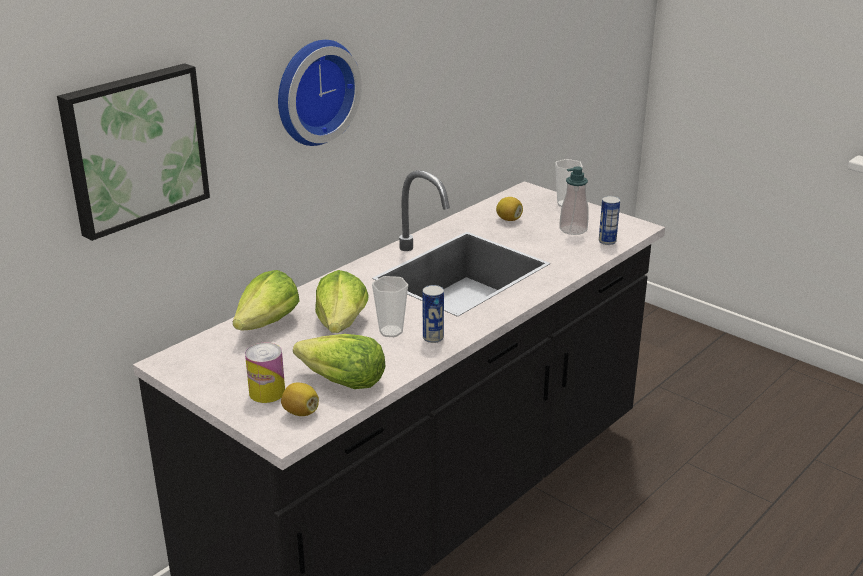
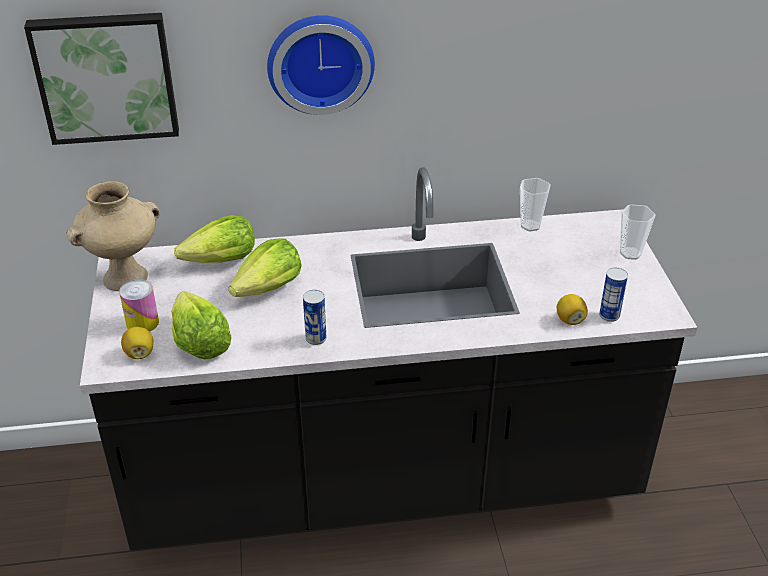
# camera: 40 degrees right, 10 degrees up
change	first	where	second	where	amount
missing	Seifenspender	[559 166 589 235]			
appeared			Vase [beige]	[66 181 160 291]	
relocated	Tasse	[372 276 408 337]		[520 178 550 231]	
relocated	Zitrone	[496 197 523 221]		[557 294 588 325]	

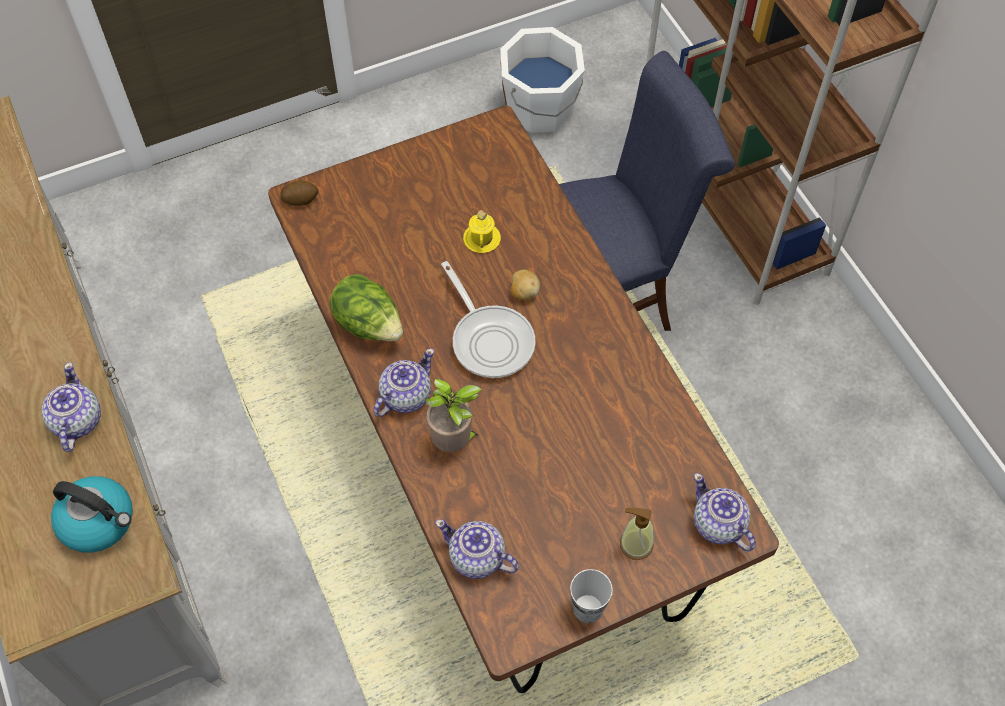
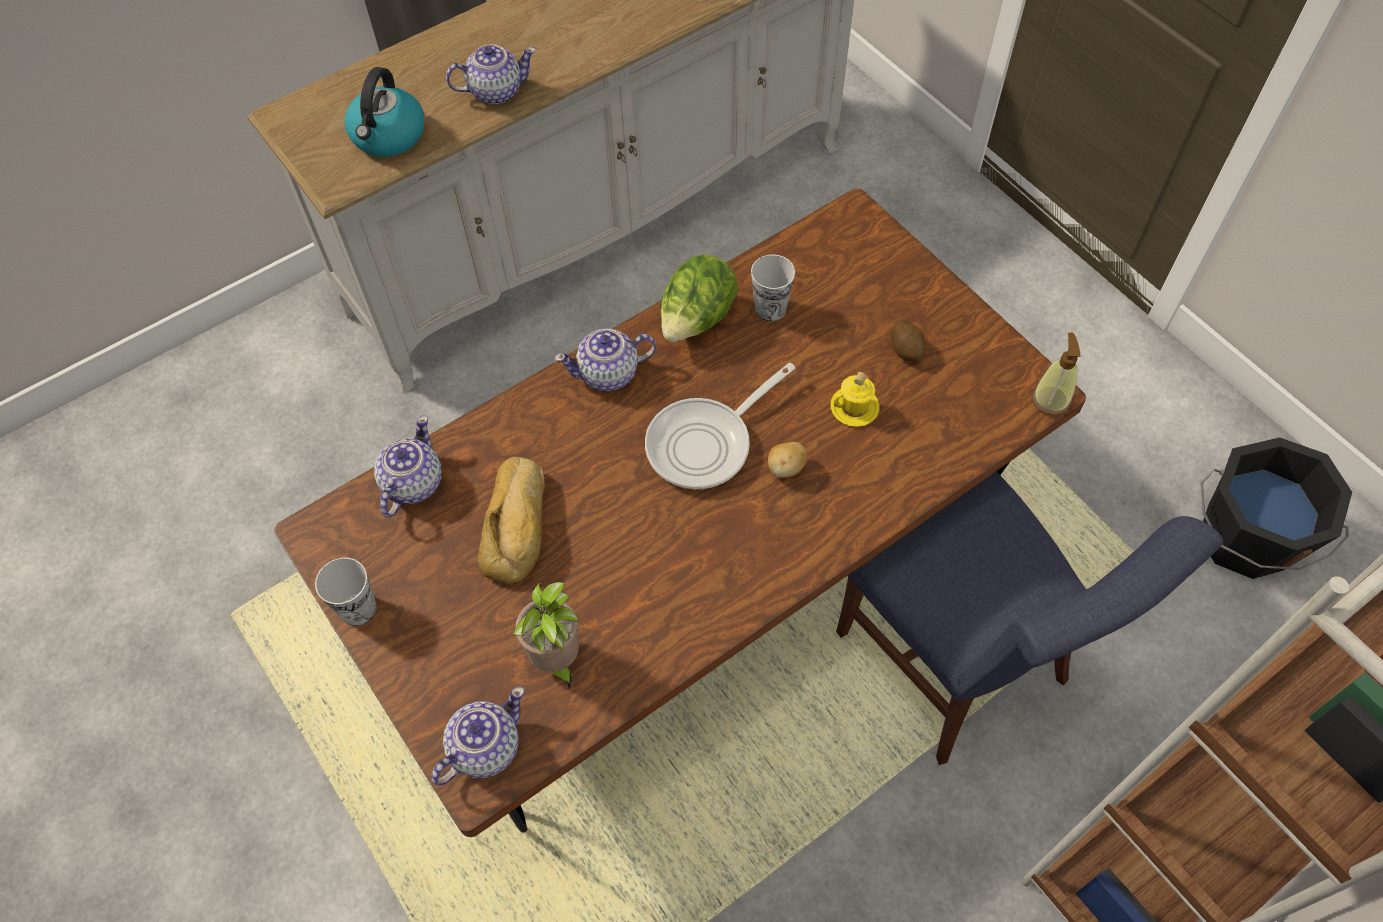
# camera: 80 degrees right, 0 degrees up
change	first	where	second	where	amount
appeared			Brot	[478 457 545 584]	
appeared			Tasse	[751 254 795 321]	
relocated	Kartoffel	[280 180 319 206]		[891 320 926 362]	
relocated	Topfpflanze	[426 378 482 452]		[512 582 580 690]	
relocated	Seifenspender	[620 508 654 560]		[1032 332 1081 416]	
colour	Eimer [weiß]	[500 27 585 133]	Eimer [schwarz]	[1200 437 1352 579]	
spun	Teekanne	[373 348 434 417]		[554 328 657 392]	135 degrees clockwise

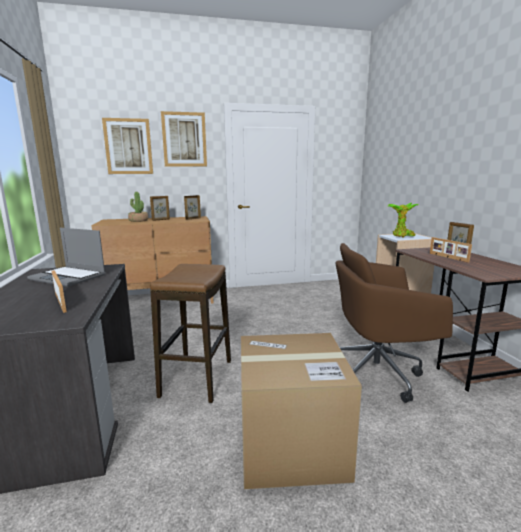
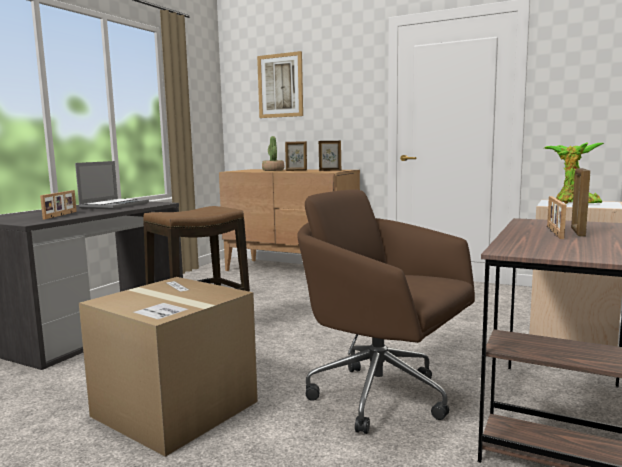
# camera: 40 degrees right, 5 degrees down
change	first	where	second	where	amount
missing	Bild	[161 111 207 166]			
spun	Laptop	[27 228 105 287]		[75 161 149 209]	135 degrees counterclockwise

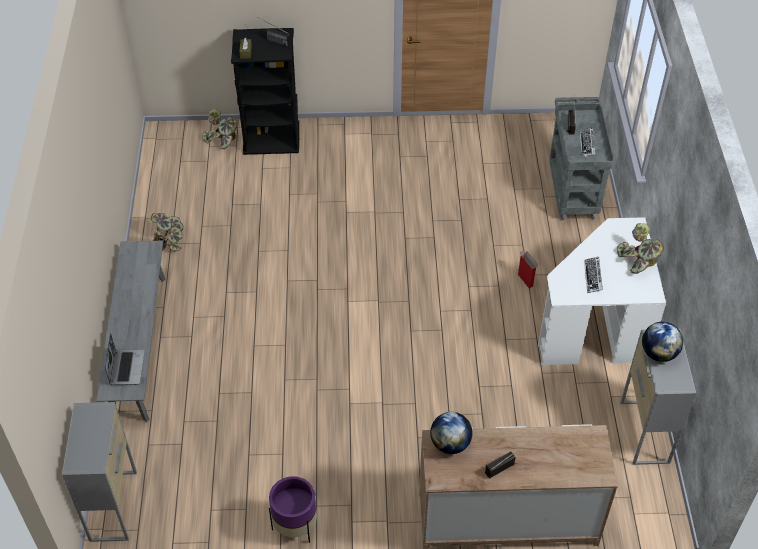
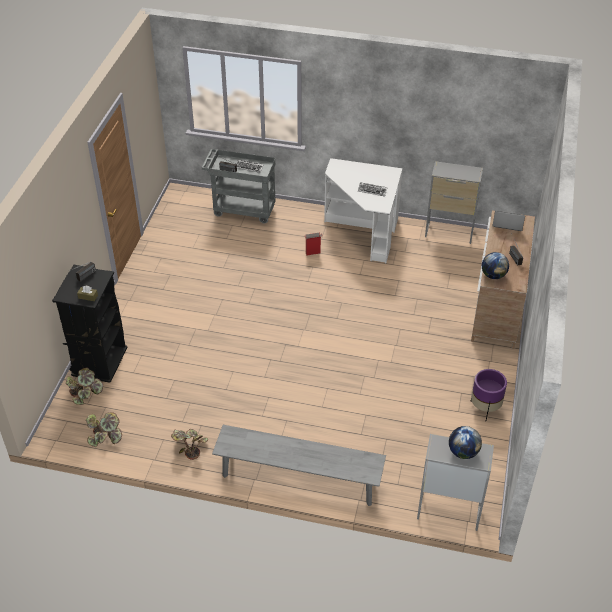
# camera: 75 degrees left, 5 degrees down
change	first	where	second	where	amount
relocated	Laptop	[104 333 145 385]		[492 211 525 231]	
relocated	Topfpflanze	[617 223 664 274]		[86 413 122 447]	
relocated	Globus	[642 322 683 362]		[449 426 482 459]	

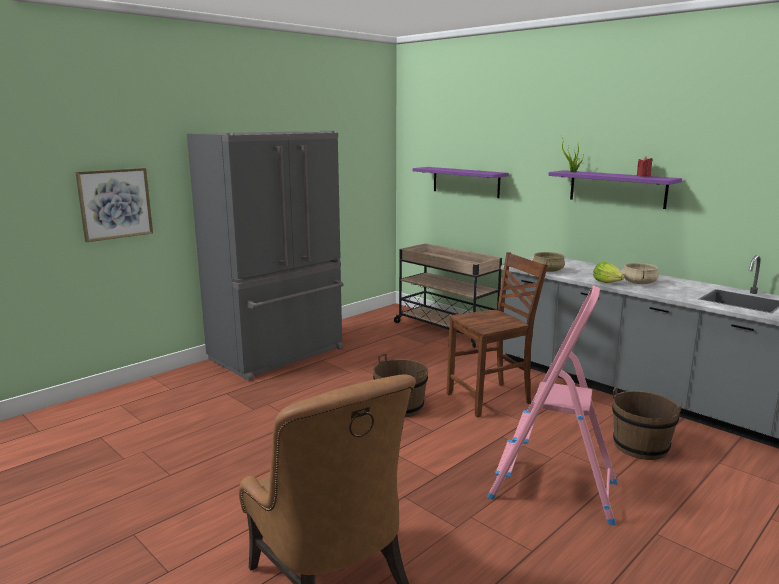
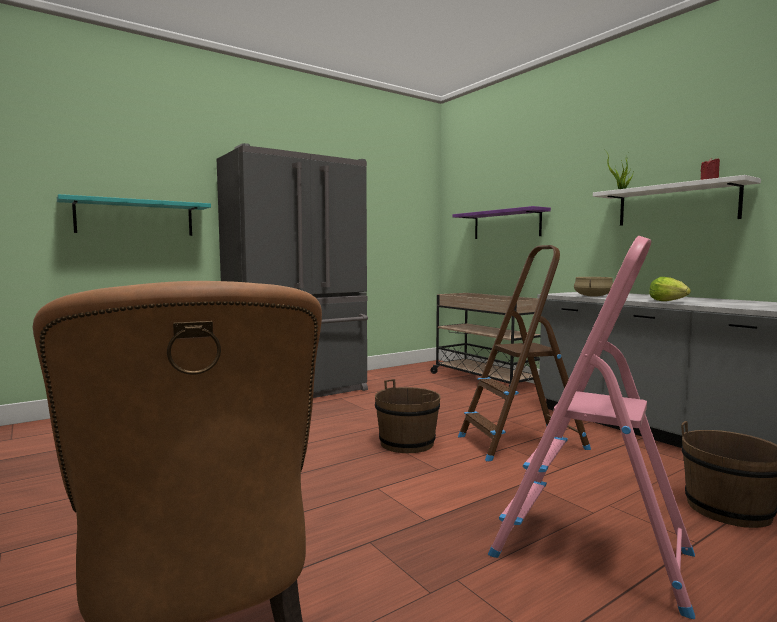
# camera: 10 degrees right, 10 degrees down
change	first	where	second	where	amount
missing	Kochtopf [beige]	[622 263 659 284]			
exchanged	Bild	[75 168 153 242]	Wandregal [türkis]	[57 194 211 236]	
exchanged	Stuhl [braun]	[446 252 548 418]	Trittleiter [braun]	[458 245 591 461]	
colour	Wandregal [lila]	[549 170 682 209]	Wandregal [weiß]	[593 175 761 226]	

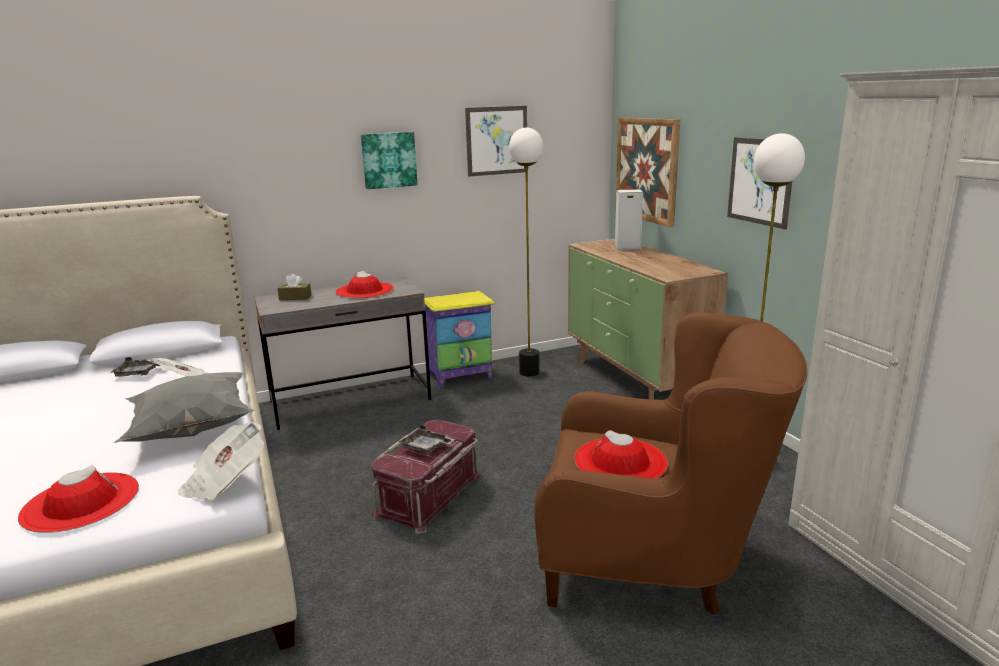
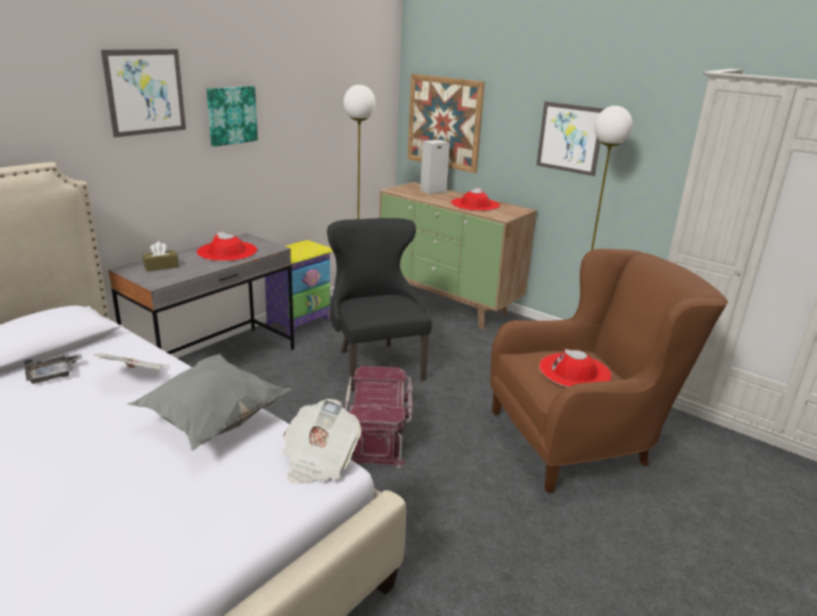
# camera: 30 degrees left, 5 degrees up
change	first	where	second	where	amount
missing	Tablett [grau]	[399 425 455 454]			
appeared			Stuhl [schwarz]	[327 218 432 392]	
relocated	Hut [rot]	[18 465 139 533]		[451 188 500 211]	
relocated	Bild	[465 106 527 177]		[101 49 186 137]	

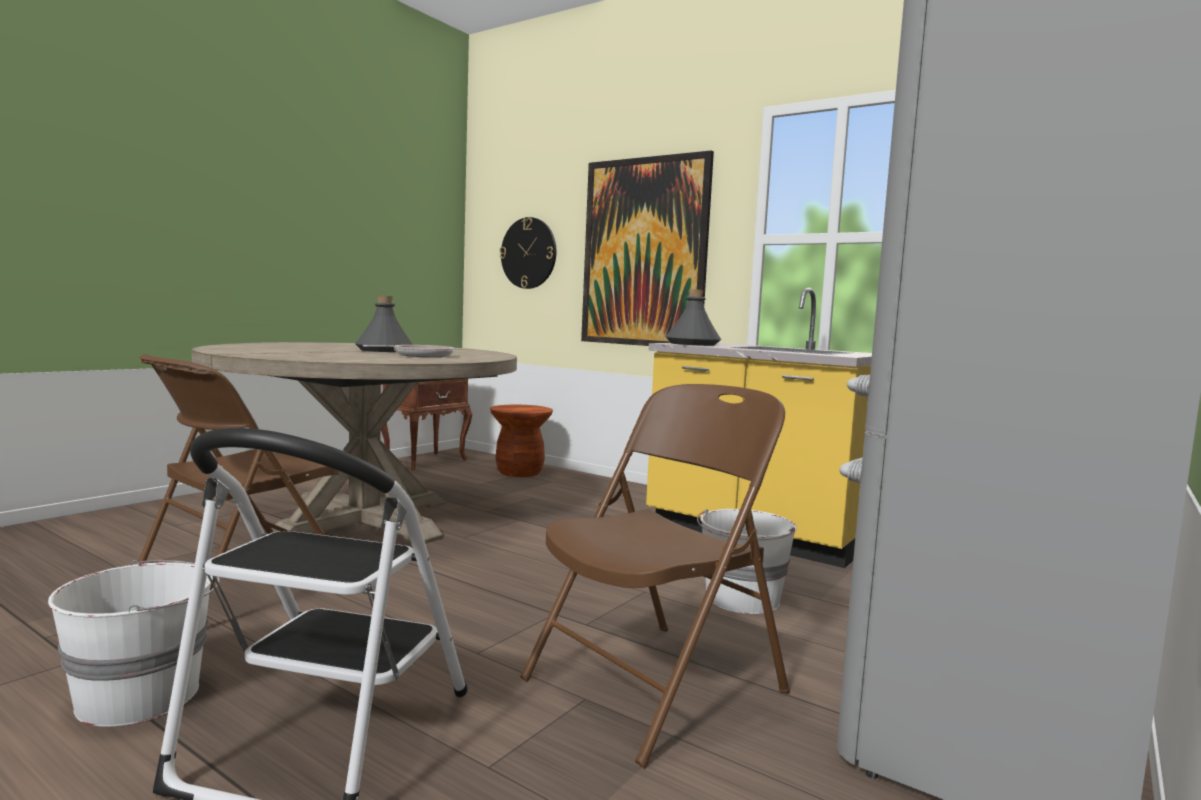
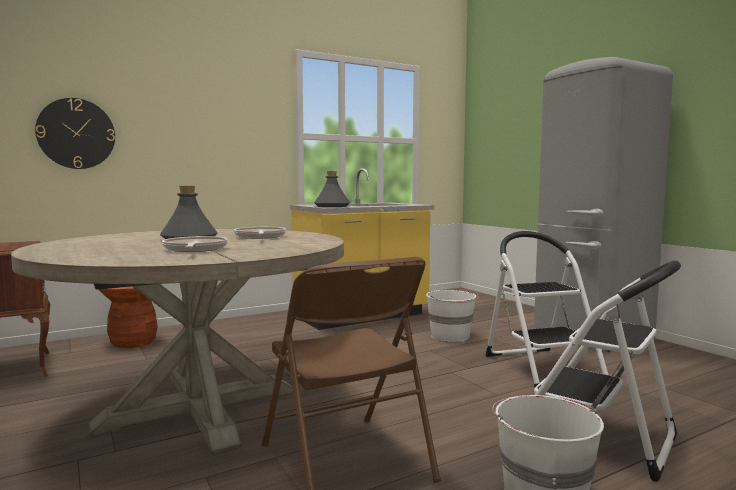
# camera: 65 degrees left, 0 degrees up
change	first	where	second	where	amount
missing	Bild	[581 150 714 346]			
appeared			Pfanne	[162 236 228 252]	
exchanged	Stuhl [braun]	[520 384 790 769]	Trittleiter	[486 231 609 388]	

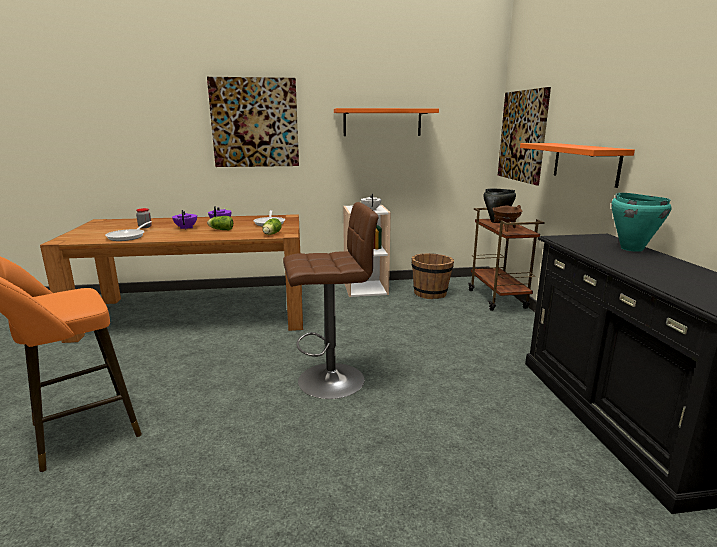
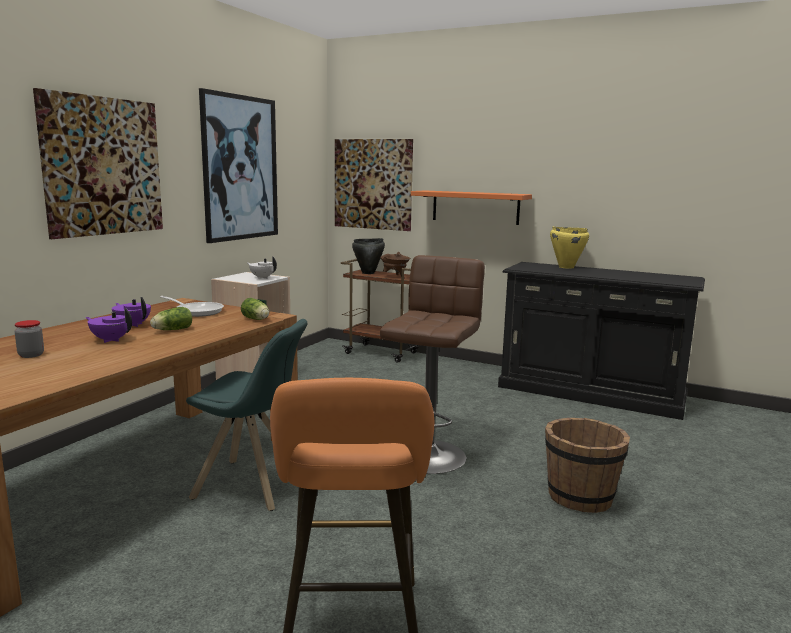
# camera: 55 degrees left, 5 degrees down
change	first	where	second	where	amount
missing	Pfanne	[105 221 152 241]			
appeared			Stuhl [türkis]	[186 319 307 511]	
relocated	Eimer [braun]	[412 253 454 299]		[545 418 630 513]	
exchanged	Wandregal [orange]	[334 108 439 136]	Bild	[199 88 278 243]	
colour	Kochtopf [türkis]	[611 193 672 252]	Kochtopf [gelb]	[550 227 589 269]	

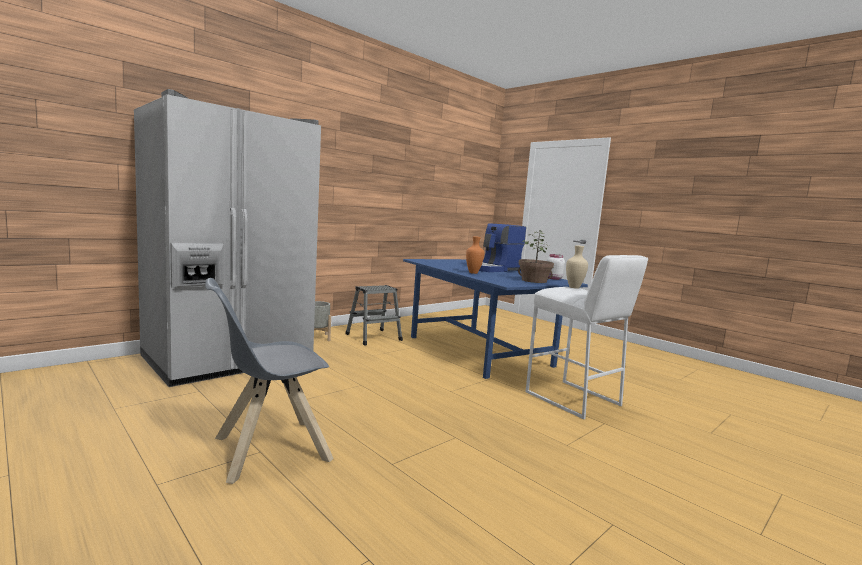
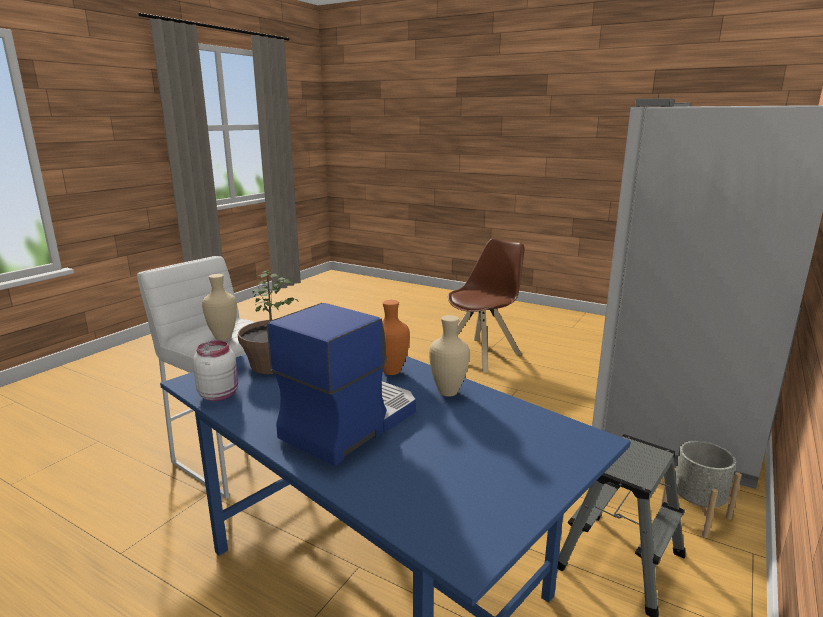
# camera: 165 degrees right, 10 degrees up
change	first	where	second	where	amount
appeared			Vase [beige]	[429 315 469 397]	
colour	Stuhl [grau]	[205 278 334 484]	Stuhl [braun]	[448 238 525 373]	

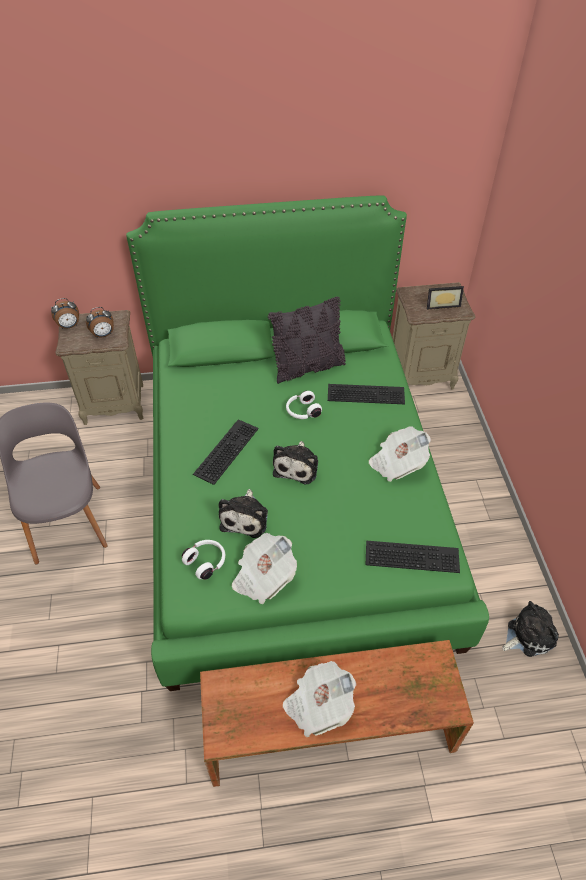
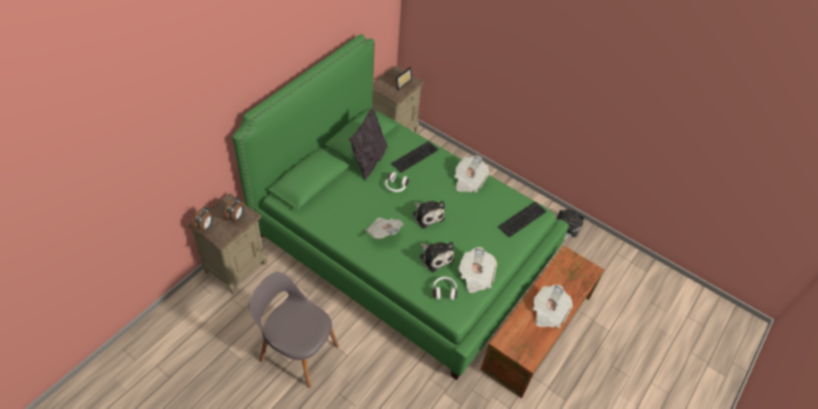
# camera: 50 degrees left, 0 degrees up
change	first	where	second	where	amount
exchanged	Tastatur	[193 419 259 485]	Zeitung	[366 218 404 239]	

